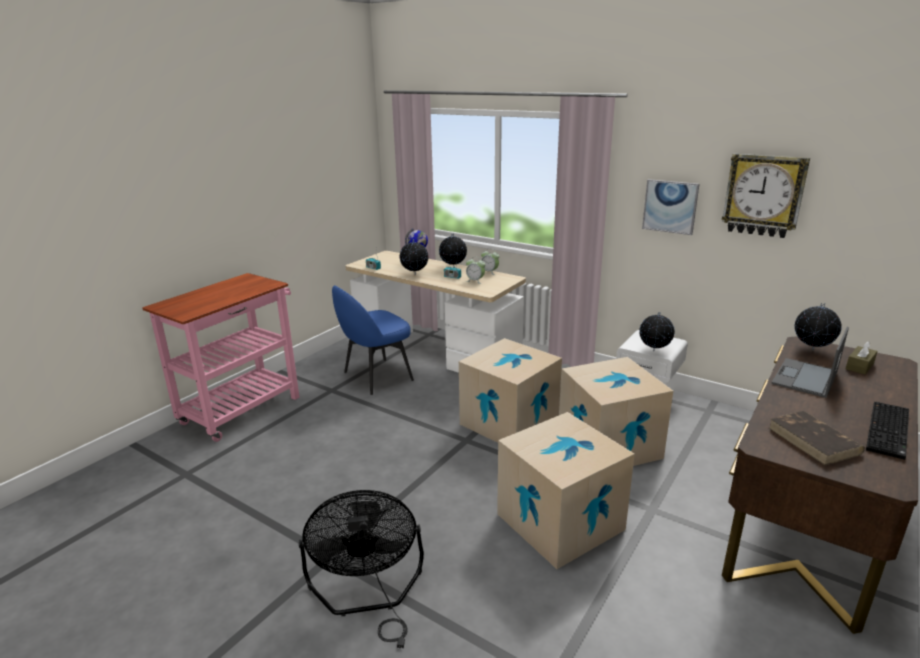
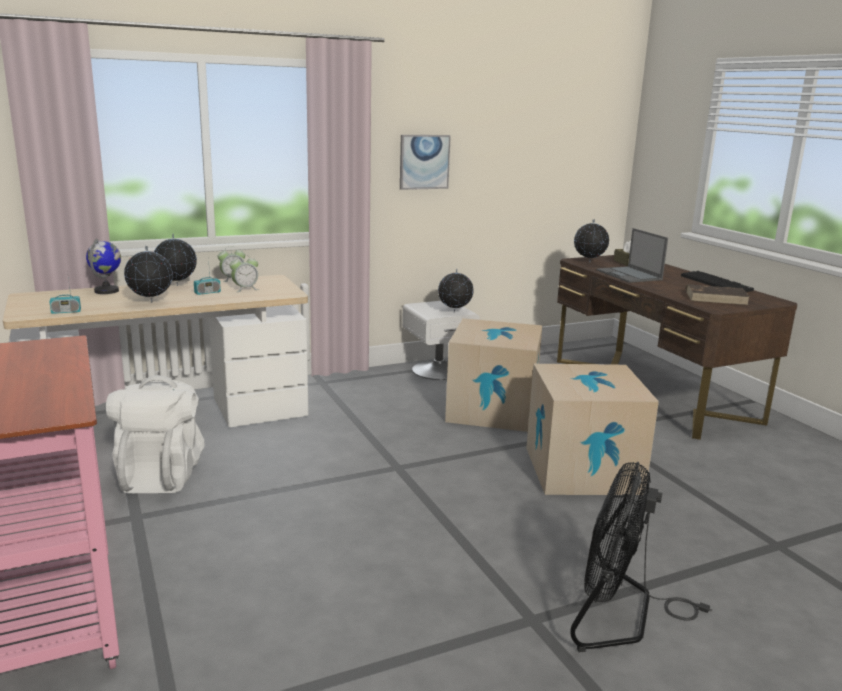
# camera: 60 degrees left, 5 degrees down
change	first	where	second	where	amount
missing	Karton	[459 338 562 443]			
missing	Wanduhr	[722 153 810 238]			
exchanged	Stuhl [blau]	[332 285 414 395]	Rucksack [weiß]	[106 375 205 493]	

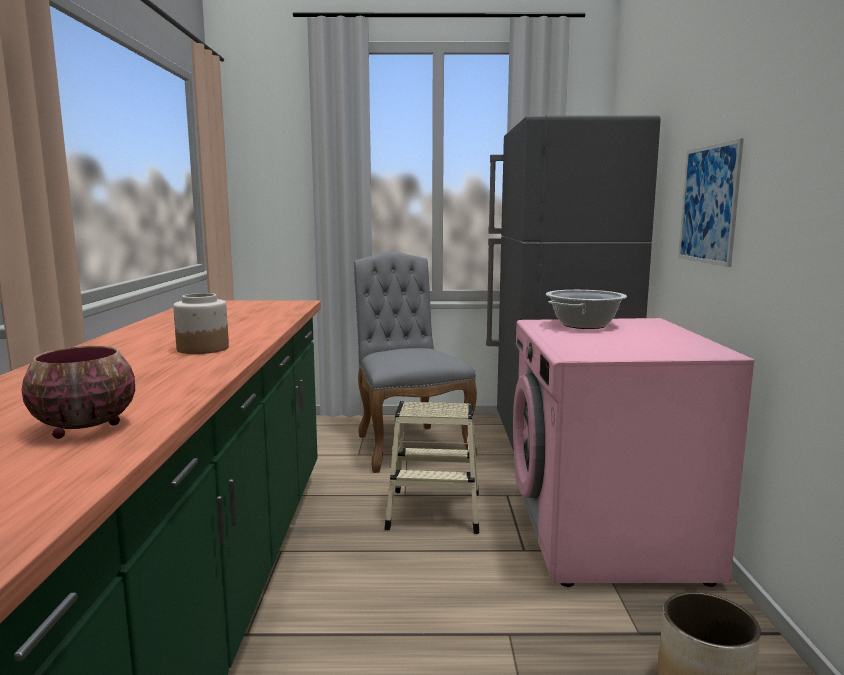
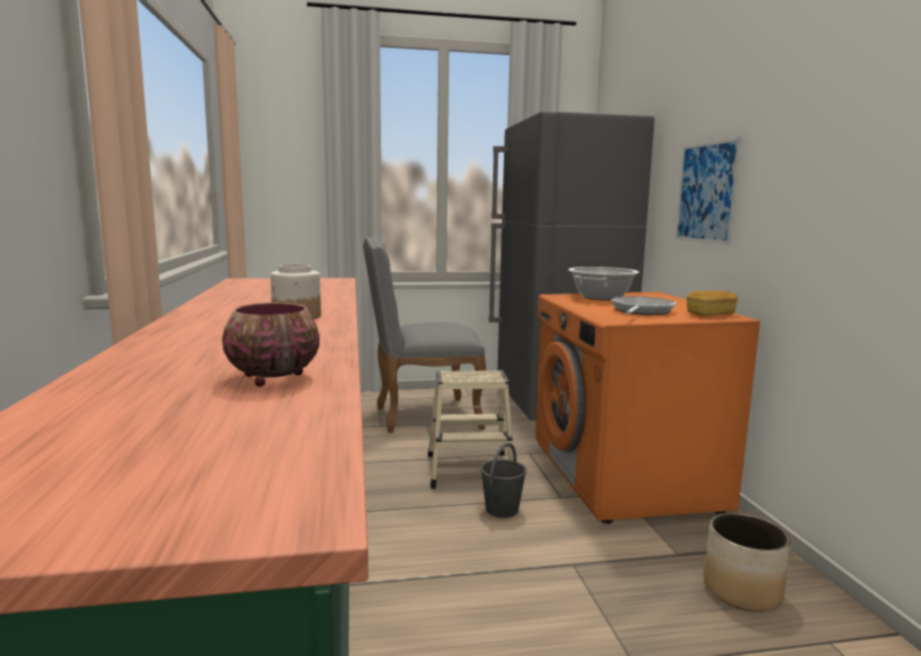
# camera: 10 degrees left, 0 degrees up
change	first	where	second	where	amount
appeared			Eimer [grau]	[481 442 527 518]	
appeared			Pfanne	[611 296 676 315]	
appeared			Brot	[687 290 738 316]	
colour	Waschmaschine [rosa]	[513 318 754 587]	Waschmaschine [orange]	[536 292 760 524]	
spun	Stuhl [grau]	[354 251 477 473]		[363 236 486 433]	75 degrees counterclockwise

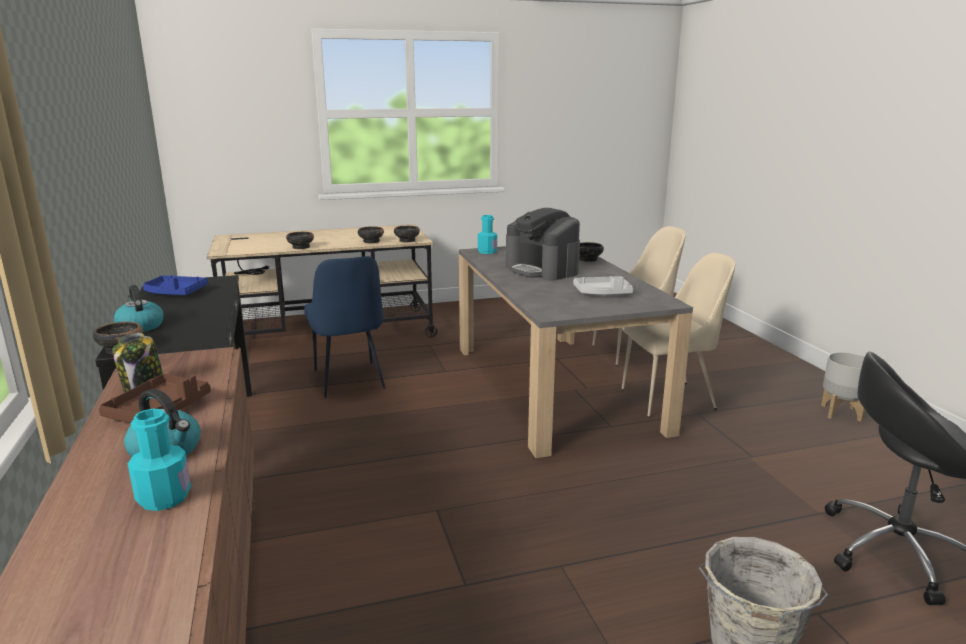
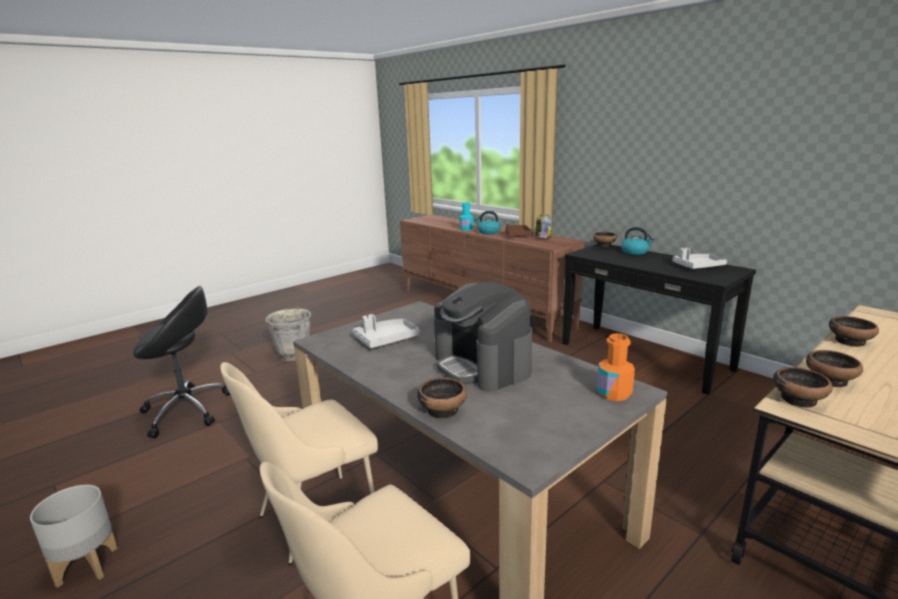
# camera: 155 degrees right, 0 degrees up
change	first	where	second	where	amount
missing	Stuhl [blau]	[304 256 386 398]			
colour	Tablett [blau]	[143 275 208 295]	Tablett [grau]	[672 248 727 269]	
colour	Flasche [türkis]	[478 215 497 254]	Flasche [orange]	[597 333 635 401]	
spun	Kaffeemaschine	[506 208 580 281]		[434 281 532 392]	150 degrees counterclockwise

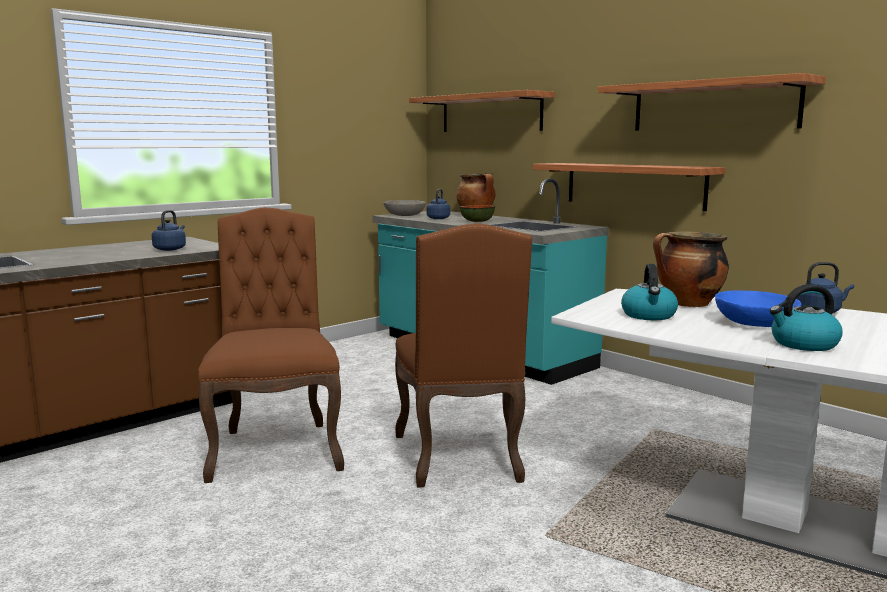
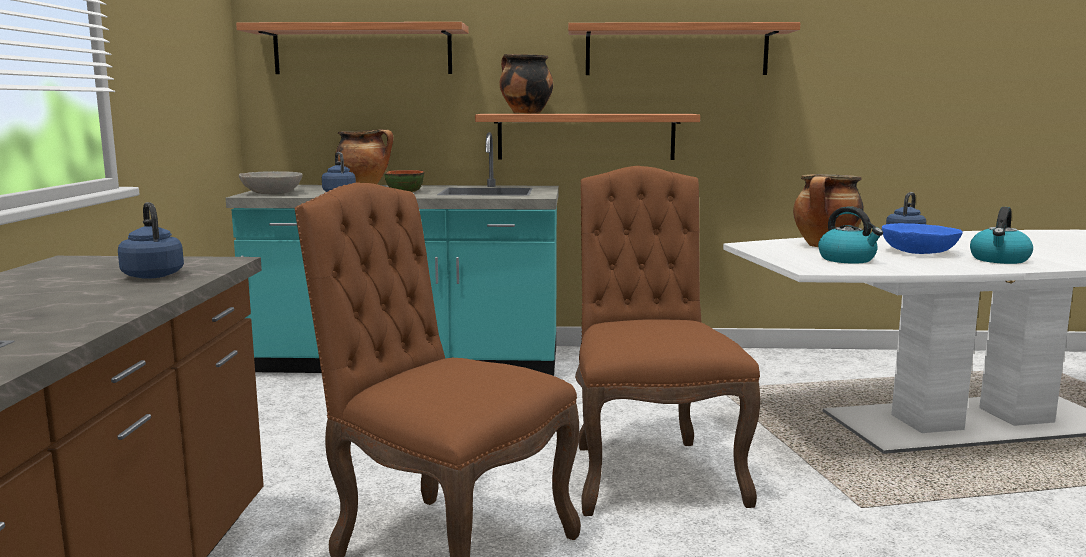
# camera: 45 degrees left, 0 degrees up
change	first	where	second	where	amount
appeared			Kochtopf	[499 54 553 114]	
spun	Stuhl [braun]	[395 223 532 487]		[575 166 760 516]	135 degrees counterclockwise

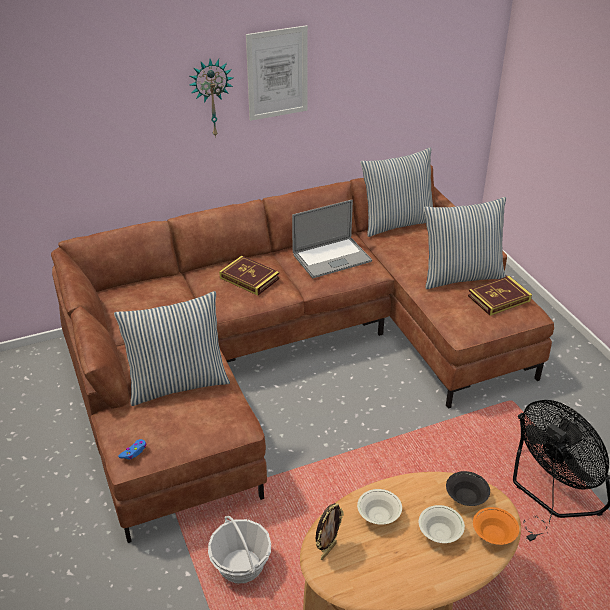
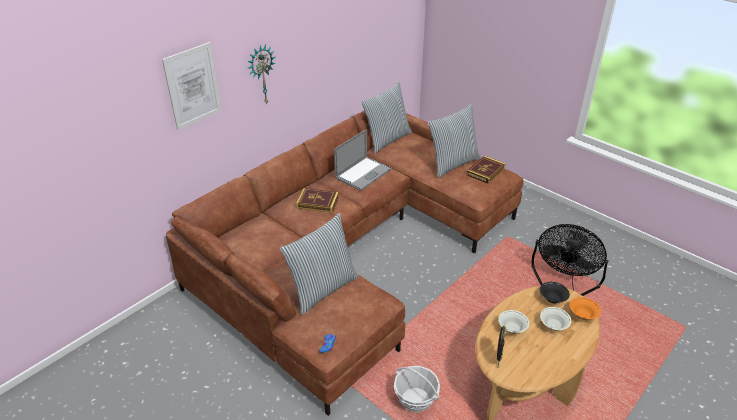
# camera: 25 degrees left, 0 degrees up
change	first	where	second	where	amount
relocated	Bild	[246 25 308 121]		[162 42 222 130]	

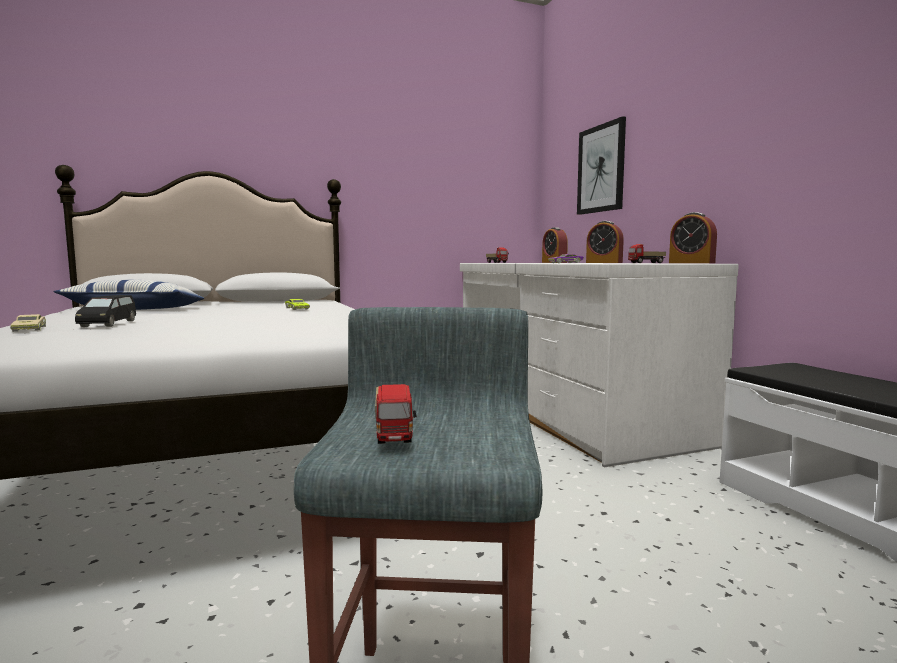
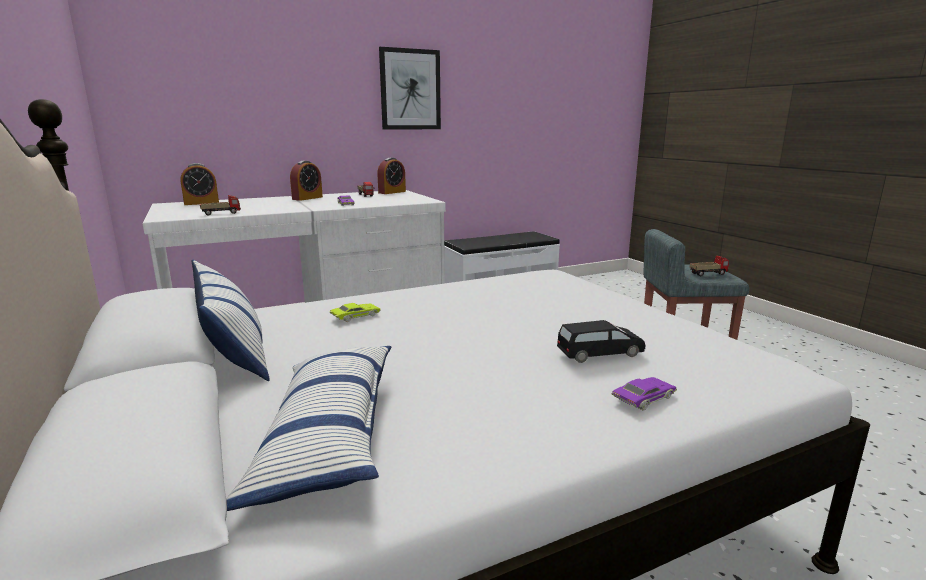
# camera: 95 degrees left, 10 degrees up
change	first	where	second	where	amount
appeared			Kissen	[192 259 270 381]	
relocated	Bild	[577 116 626 215]		[379 47 441 130]	
colour	Spielzeugauto [beige]	[10 314 46 332]	Spielzeugauto [lila]	[612 377 677 411]	

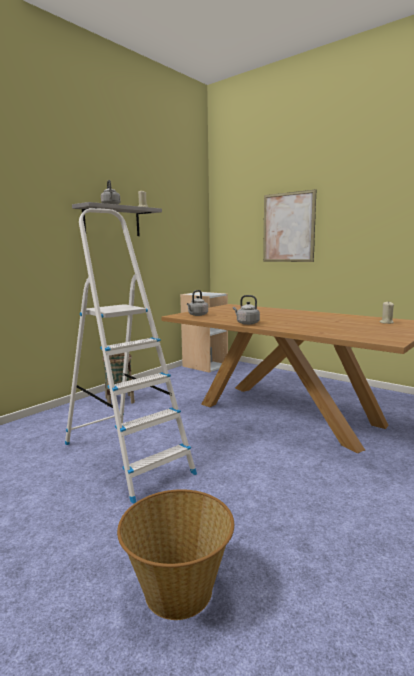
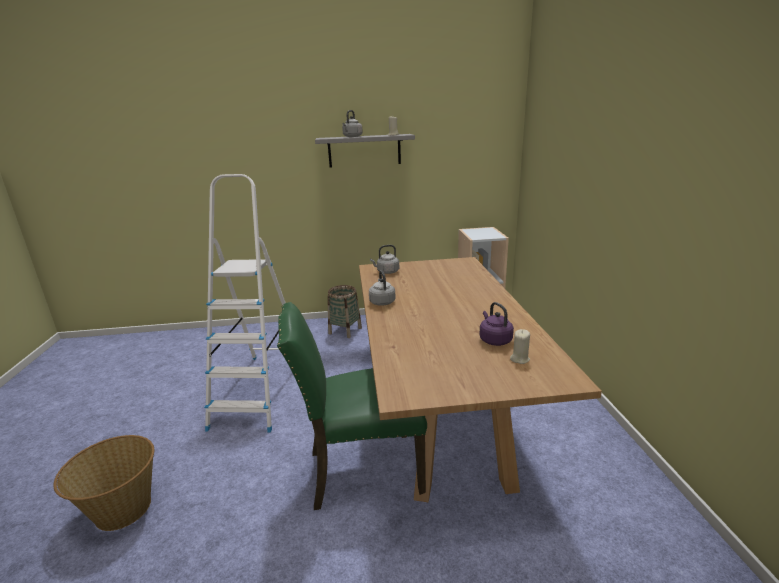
# camera: 45 degrees right, 10 degrees up
change	first	where	second	where	amount
missing	Bild	[263 189 316 262]			
appeared			Stuhl [grün]	[277 302 427 510]	
appeared			Wasserkessel [lila]	[479 302 514 346]	

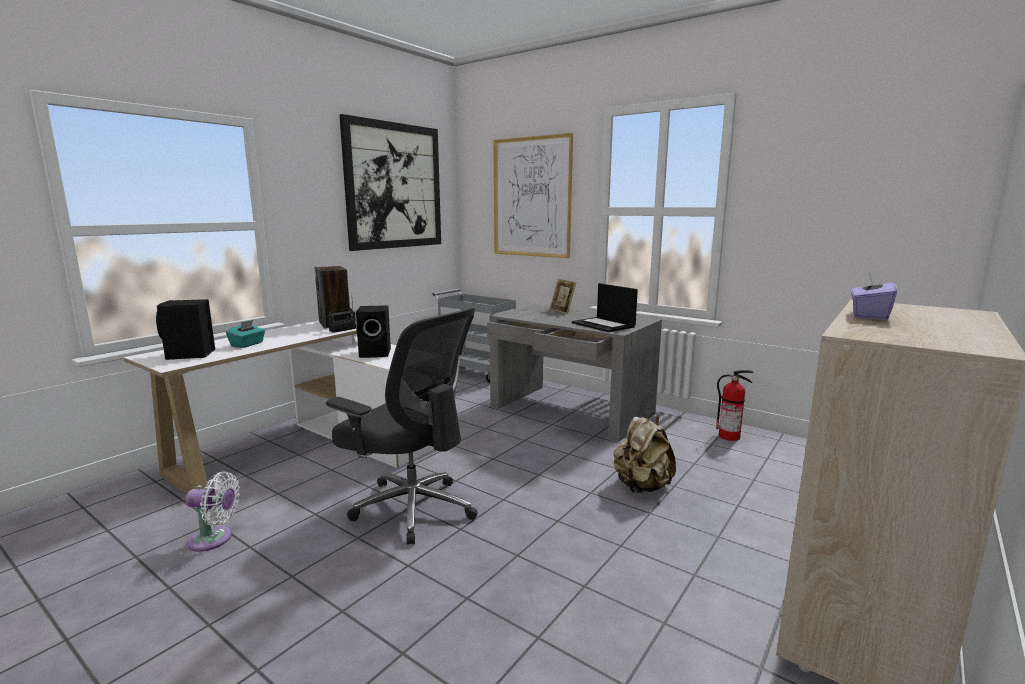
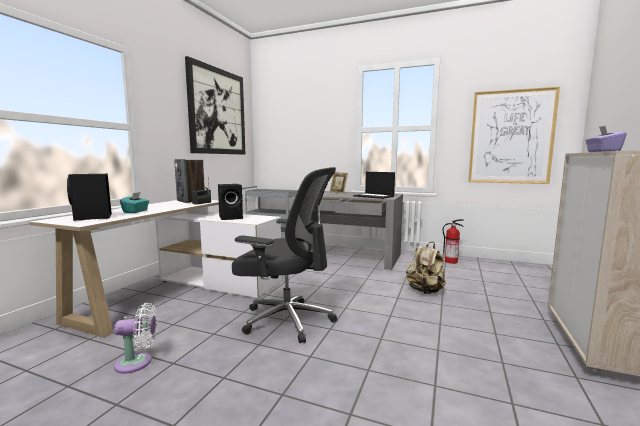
# camera: 15 degrees left, 5 degrees down
change	first	where	second	where	amount
relocated	Bild	[494 133 573 258]		[468 87 560 184]	

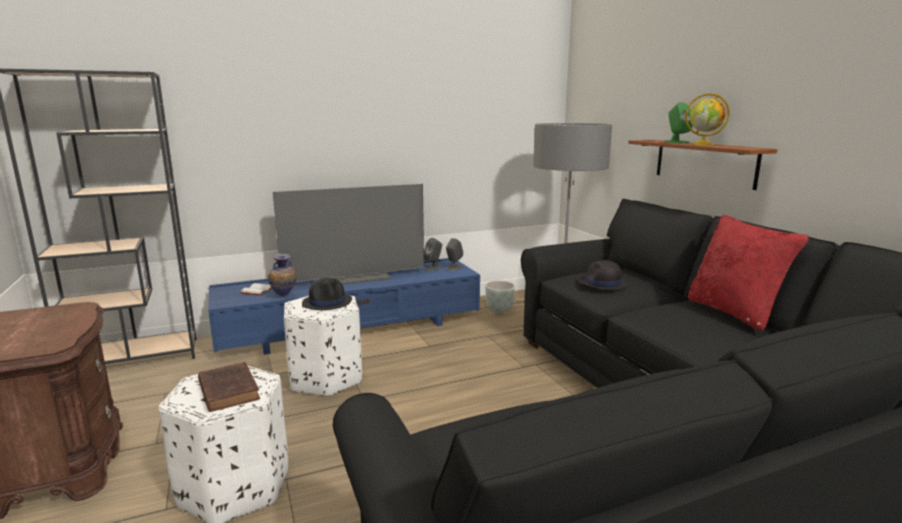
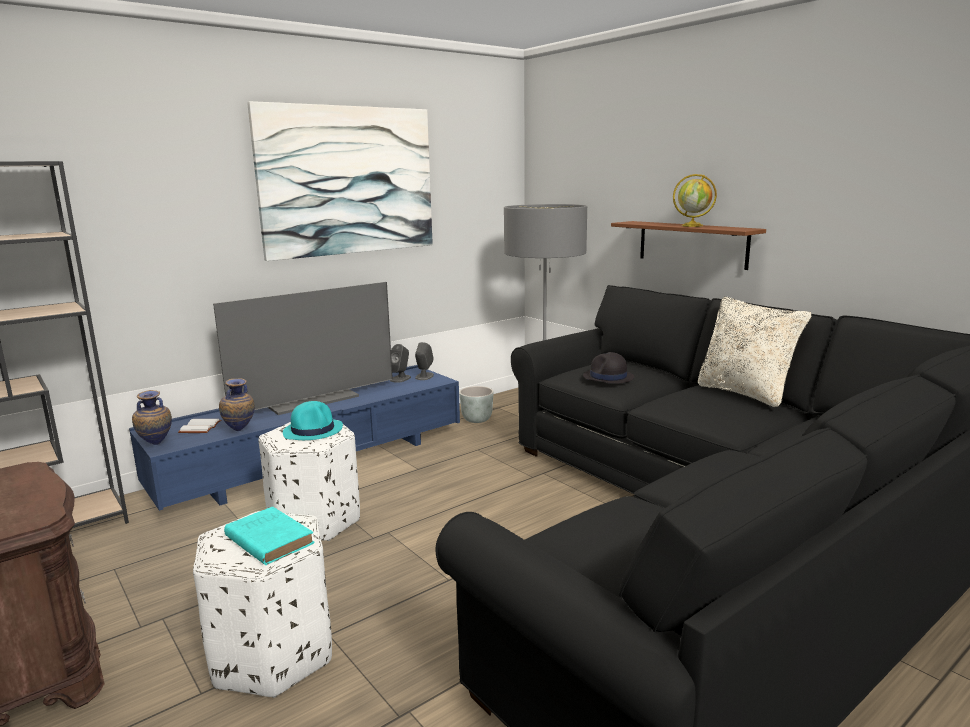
# camera: 15 degrees left, 0 degrees up
change	first	where	second	where	amount
missing	Lautsprecher [grün]	[665 102 693 143]			
appeared			Vase	[132 390 172 445]	
appeared			Bild	[247 101 433 261]	
colour	Buch [braun]	[198 362 260 412]	Buch [türkis]	[224 507 315 565]	
colour	Hut [schwarz]	[302 278 352 310]	Hut [türkis]	[283 401 343 440]	
colour	Kissen [rot]	[688 215 809 330]	Kissen [beige]	[698 297 812 407]	

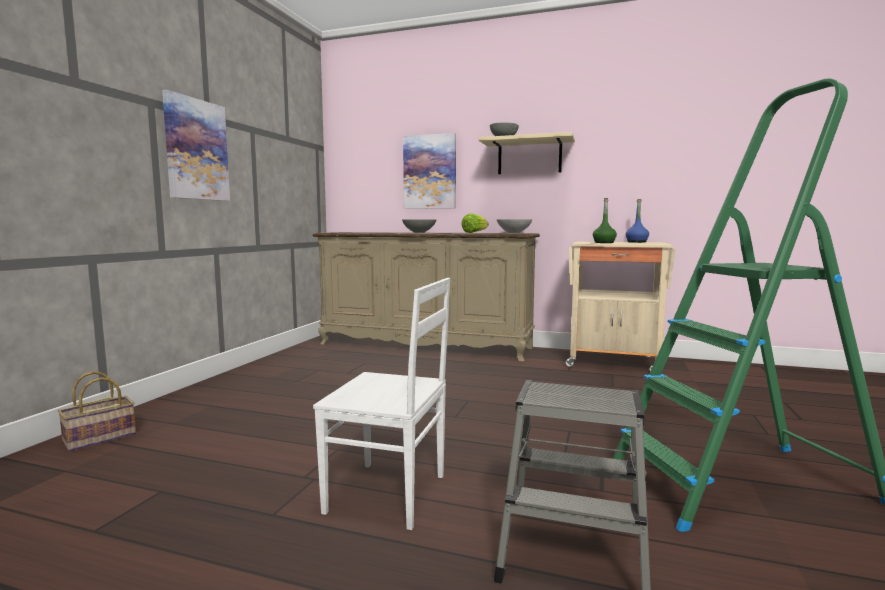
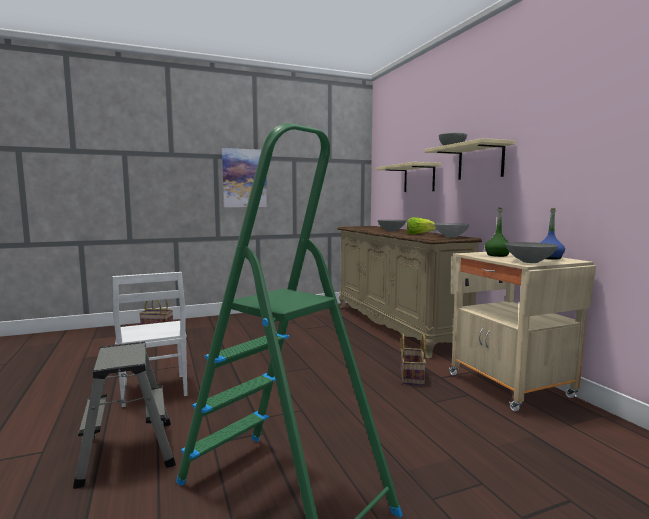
# camera: 50 degrees right, 0 degrees up
change	first	where	second	where	amount
appeared			Korb	[401 333 426 385]	
appeared			Schüssel [grau]	[506 242 558 263]	
exchanged	Bild	[403 133 456 209]	Wandregal [beige]	[376 162 442 192]	

